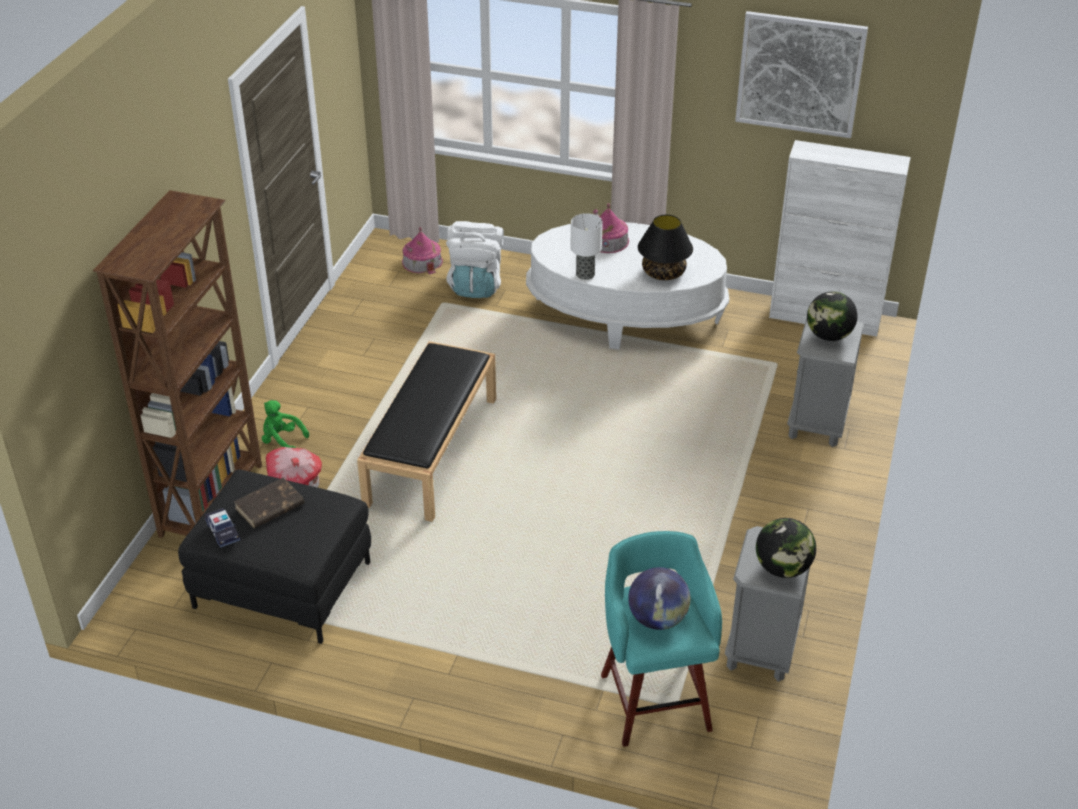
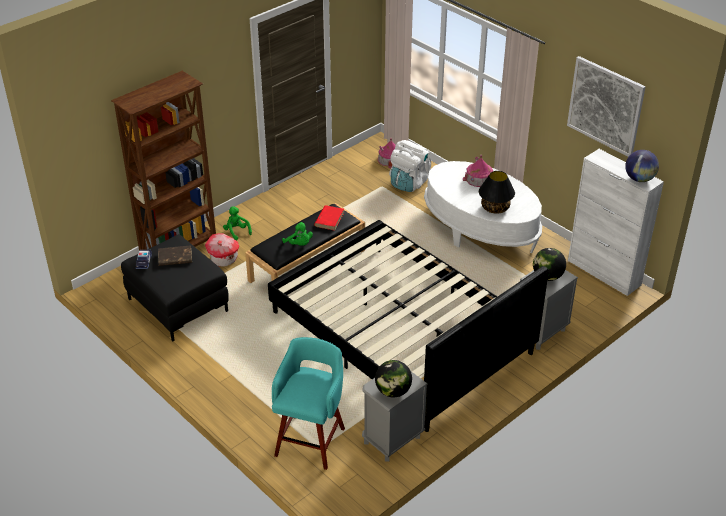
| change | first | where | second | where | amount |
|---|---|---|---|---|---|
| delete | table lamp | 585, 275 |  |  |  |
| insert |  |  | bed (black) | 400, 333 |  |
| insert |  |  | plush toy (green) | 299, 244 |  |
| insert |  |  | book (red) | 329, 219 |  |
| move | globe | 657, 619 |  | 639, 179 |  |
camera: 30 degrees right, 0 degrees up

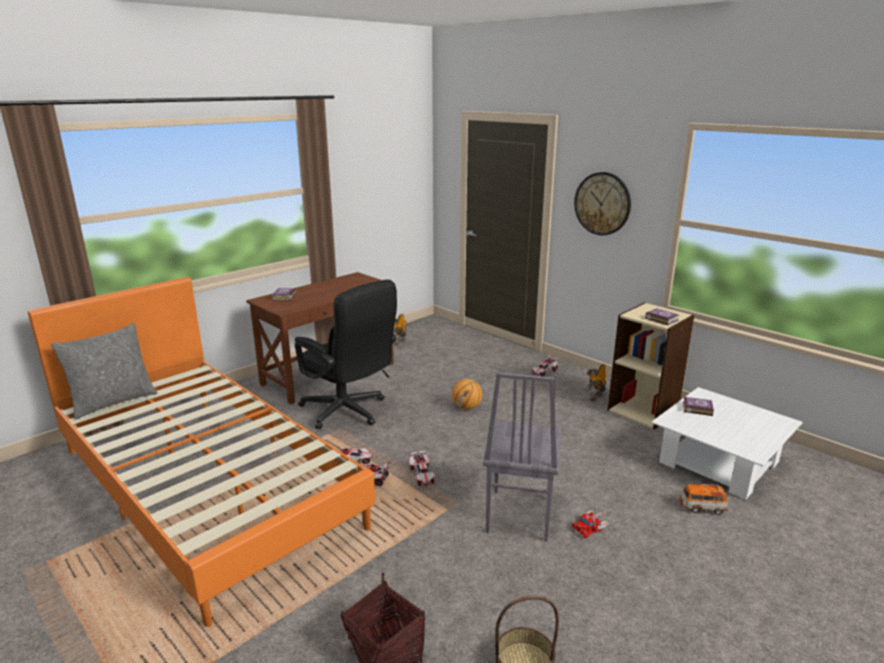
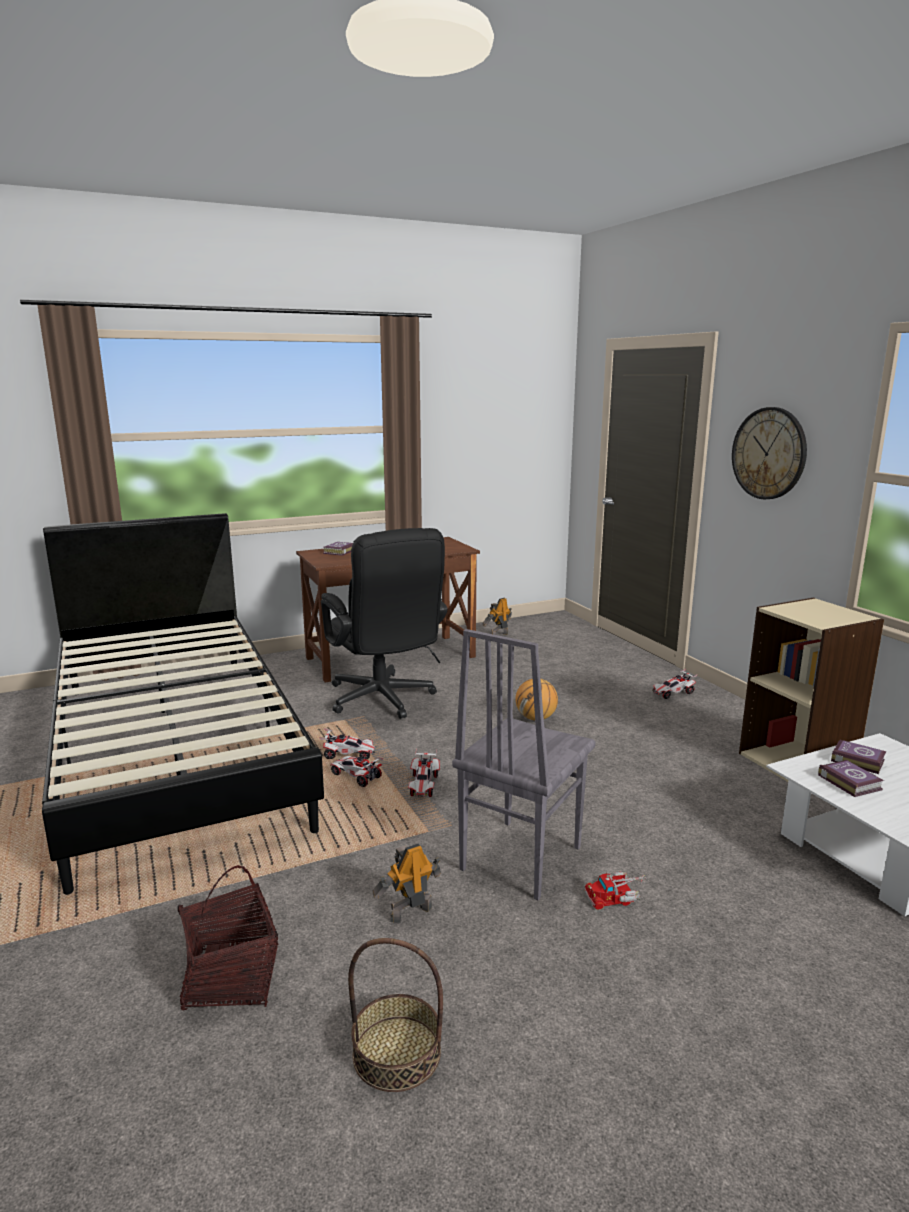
| change | first | where | second | where | amount |
|---|---|---|---|---|---|
| delete | pillow (grey) | 113, 401 |  |  |  |
| delete | toy car | 702, 508 |  |  |  |
| move | toy robot | 595, 397 |  | 409, 912 |  |
| move | book | 661, 319 |  | 849, 781 |  |
| recolor | bed (orange) | 205, 485 | bed (black) | 174, 749 |  |
camera: 20 degrees right, 5 degrees down

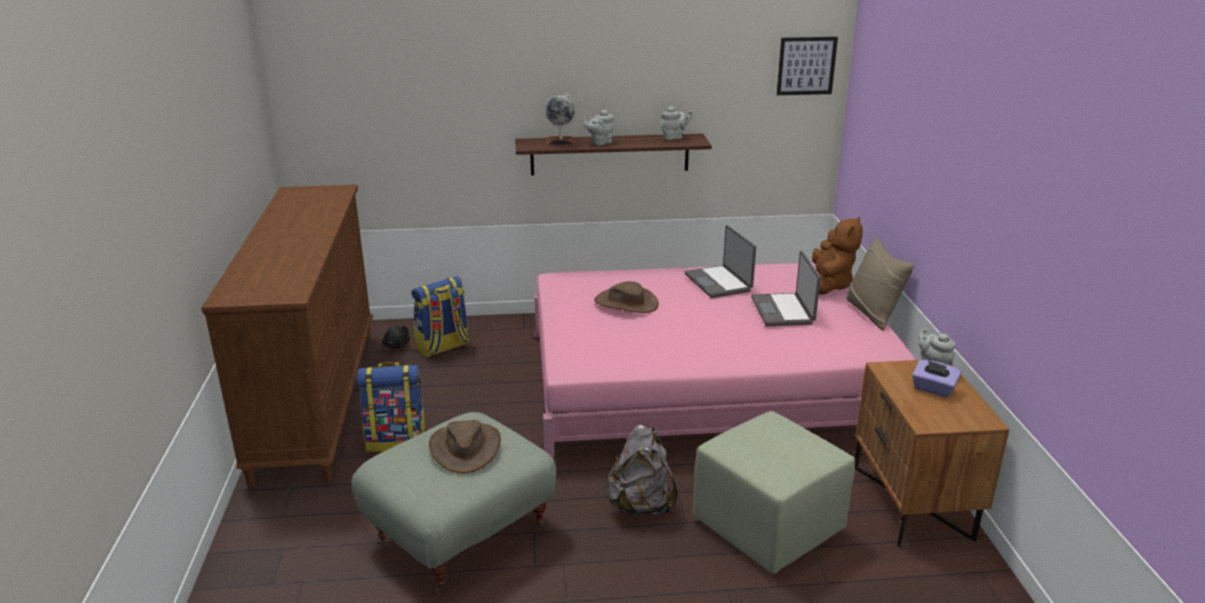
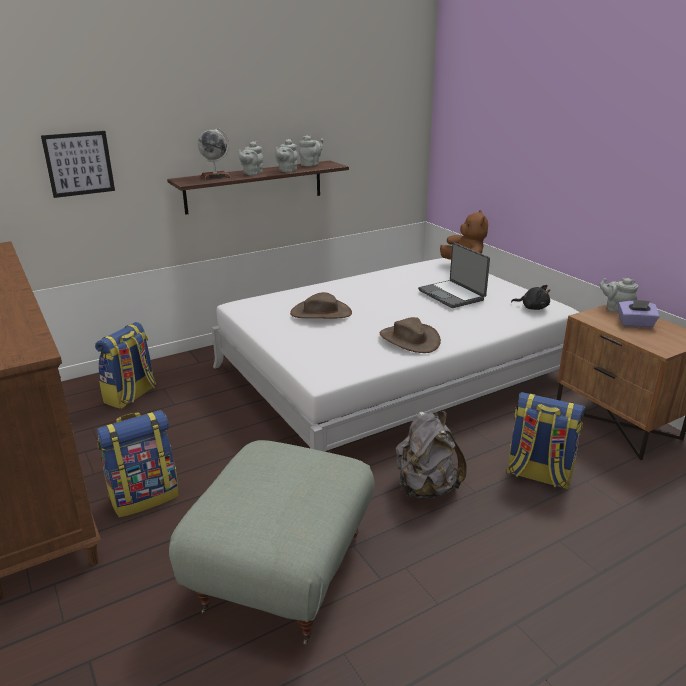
| change | first | where | second | where | amount |
|---|---|---|---|---|---|
| delete | laptop | 719, 282 |  |  |  |
| delete | pillow (beige) | 872, 313 |  |  |  |
| insert |  |  | teapot (grey) | 287, 170 |  |
| move | plush toy (black) | 396, 345 |  | 532, 308 |  |
| move | hat (brown) | 465, 448 |  | 409, 339 |  |
| move | picture | 806, 66 |  | 79, 164 |  |
| replace | ottoman (green) | 766, 526 | backpack | 538, 475 |  |
| recolor | bed (pink) | 706, 386 | bed (white) | 393, 375 |  |
camera: 25 degrees left, 0 degrees up

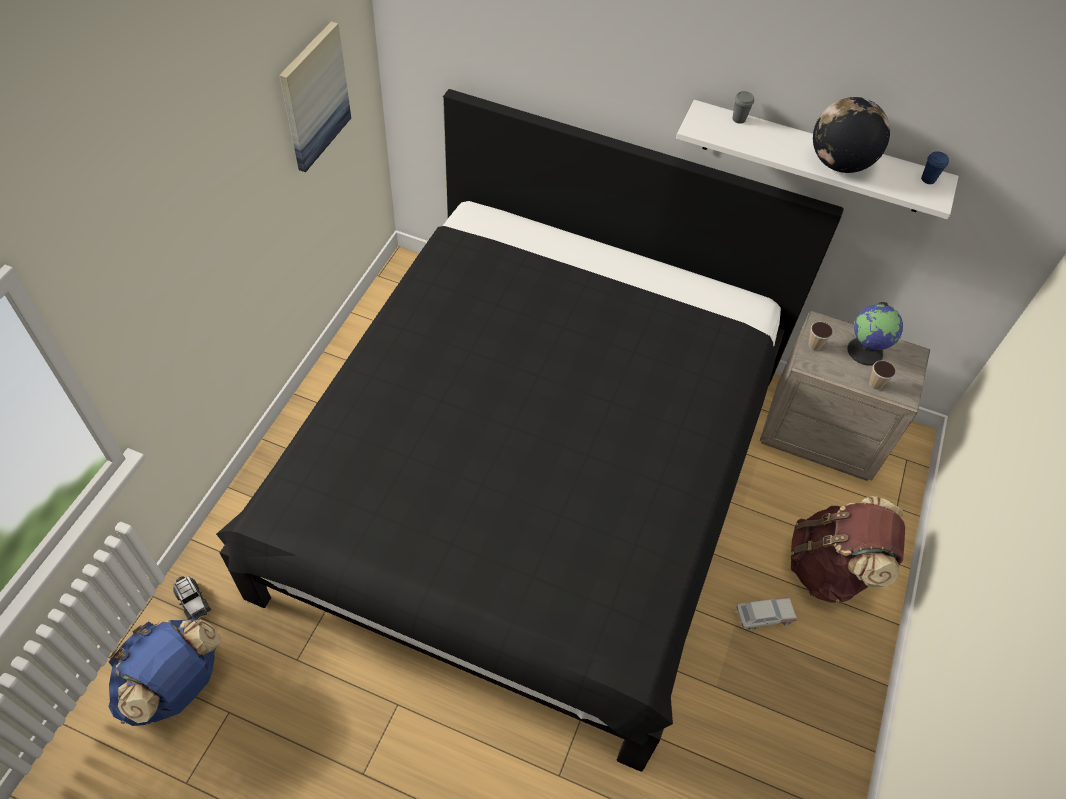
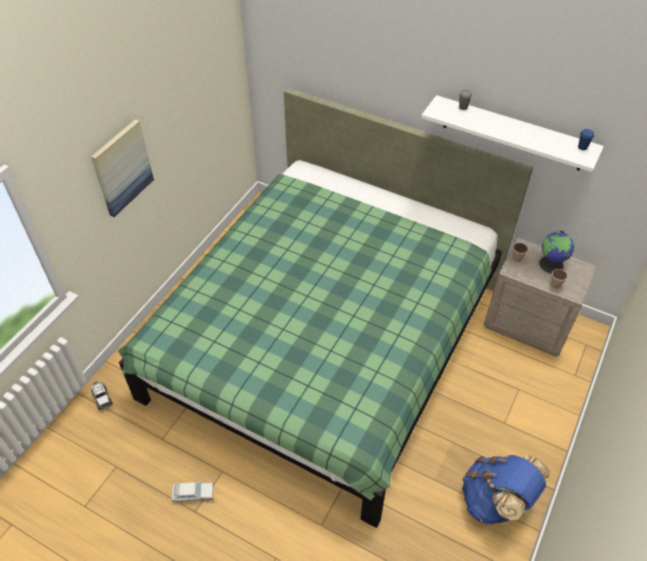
| change | first | where | second | where | amount |
|---|---|---|---|---|---|
| delete | backpack (brown) | 830, 568 |  |  |  |
| delete | globe | 839, 163 |  |  |  |
| move | backpack (blue) | 176, 685 |  | 495, 501 |  |
| move | picture | 314, 97 |  | 122, 168 |  |
| move | toy car | 764, 615 |  | 193, 494 |  |
| recolor | bed (black) | 529, 480 | bed (green) | 325, 340 |  |
camera: 10 degrees right, 5 degrees down

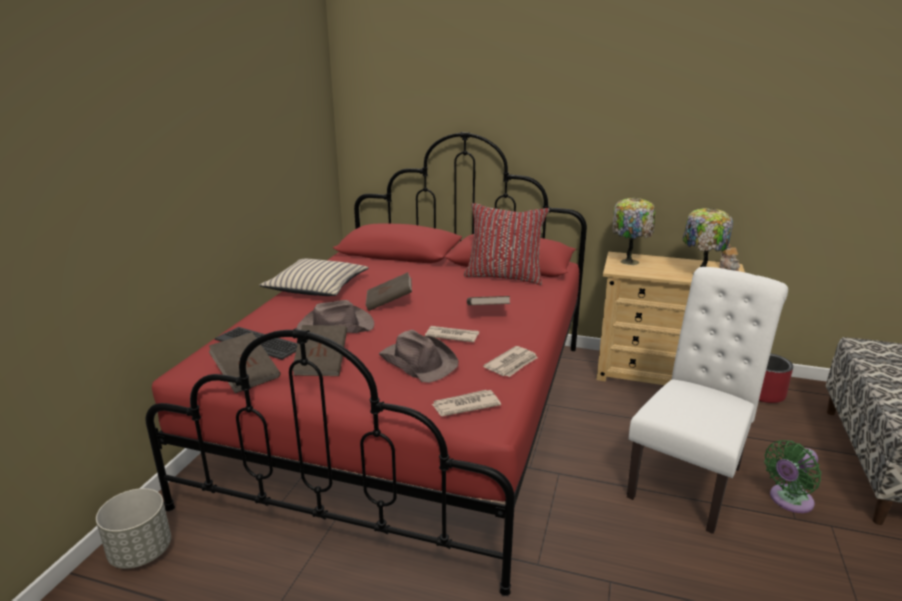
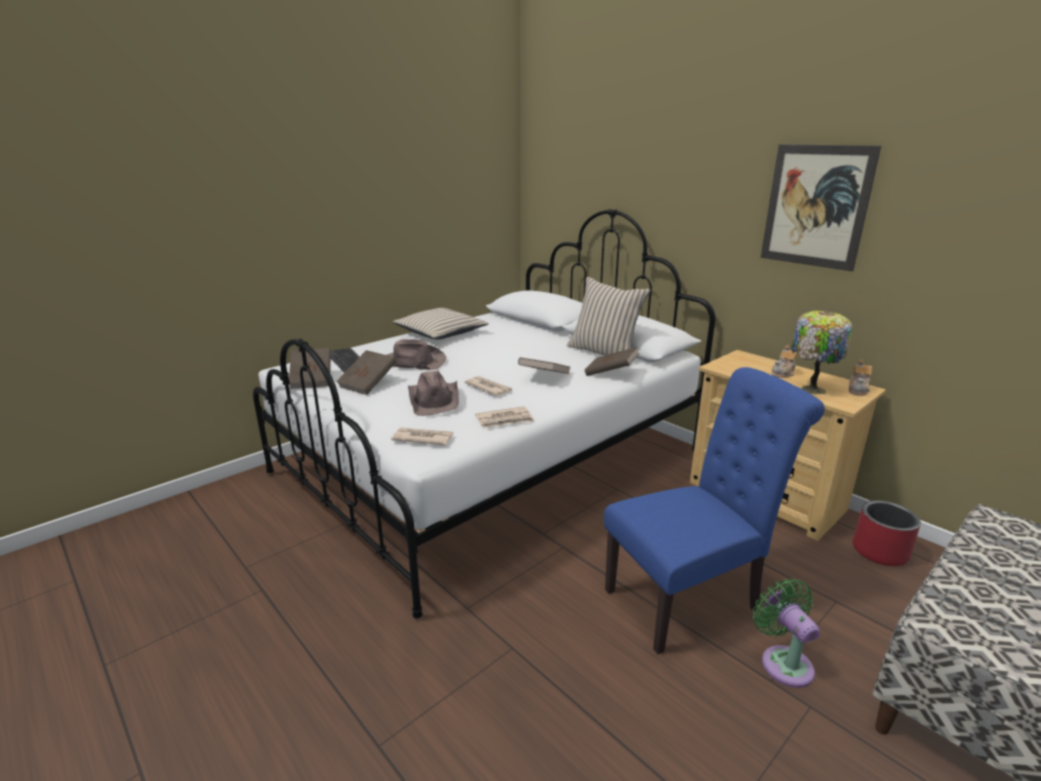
| change | first | where | second | where | amount |
|---|---|---|---|---|---|
| delete | planter (grey) | 141, 552 |  |  |  |
| delete | table lamp | 629, 261 |  |  |  |
| insert |  |  | picture | 815, 206 |  |
| insert |  |  | teapot | 783, 373 |  |
| move | book (brown) | 389, 303 |  | 611, 373 |  |
| recolor | bed (red) | 412, 414 | bed (white) | 490, 462 |  |
| recolor | pillow (red) | 504, 276 | pillow (beige) | 604, 353 |  |
| recolor | chair (white) | 689, 478 | chair (blue) | 690, 598 |  |
| rotate | fan (green) | 788, 500 |  | 783, 662 | 75 degrees clockwise |
camera: 30 degrees right, 0 degrees up

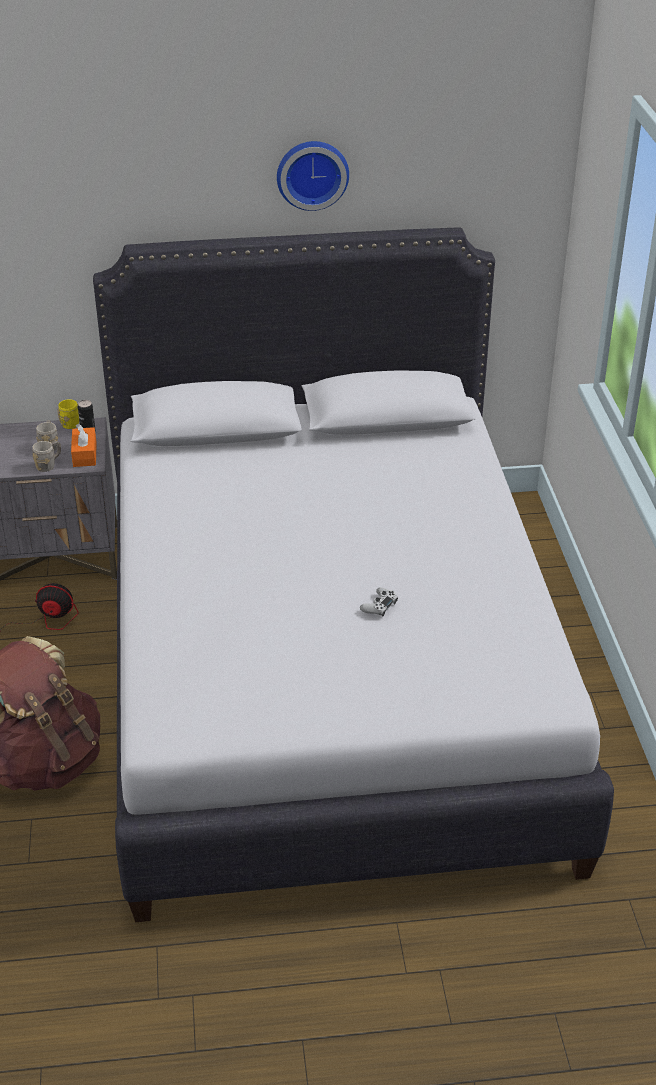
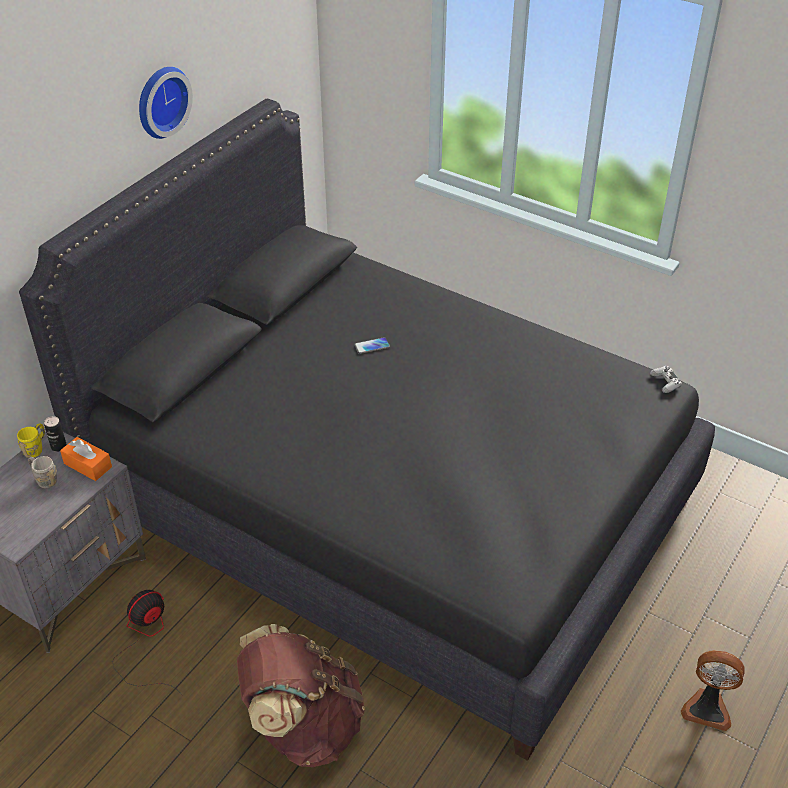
| change | first | where | second | where | amount |
|---|---|---|---|---|---|
| delete | mug (grey) | 49, 465 |  |  |  |
| insert |  |  | phone | 372, 346 |  |
| insert |  |  | fan | 707, 708 |  |
| move | game controller (white) | 379, 606 |  | 665, 382 |  |
| recolor | bed (white) | 326, 677 | bed (black) | 391, 506 |  |
camera: 50 degrees left, 5 degrees up

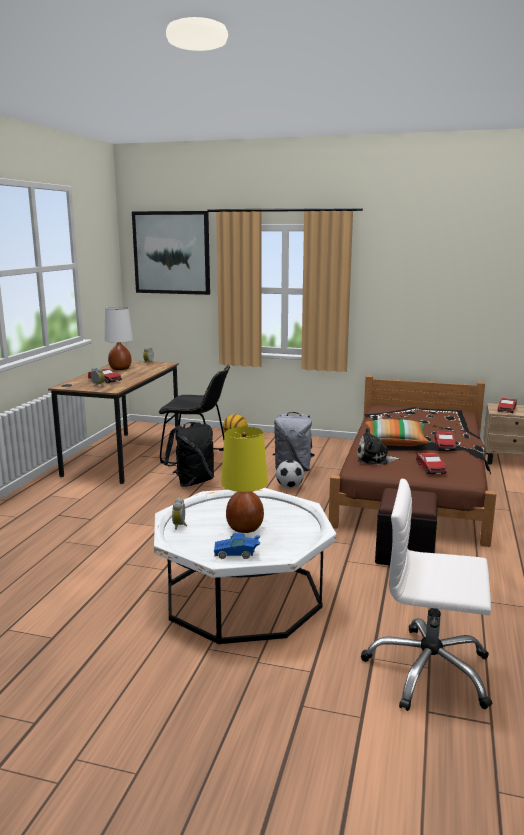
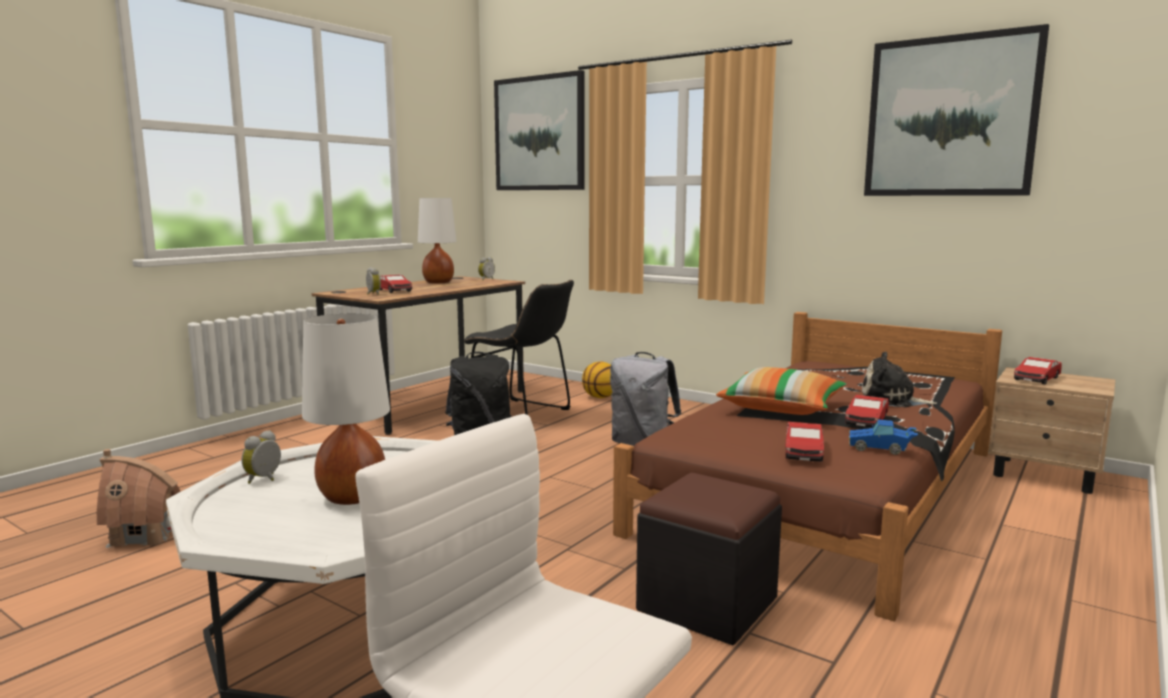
| change | first | where | second | where | amount |
|---|---|---|---|---|---|
| delete | football | 289, 487 |  |  |  |
| insert |  |  | toy house | 145, 535 |  |
| insert |  |  | picture | 950, 117 |  |
| move | toy car (blue) | 237, 554 |  | 881, 449 |  |
| move | plush toy | 374, 459 |  | 892, 400 |  |
| recolor | table lamp (yellow) | 244, 527 | table lamp (white) | 353, 496 |  |
camera: 20 degrees right, 5 degrees down

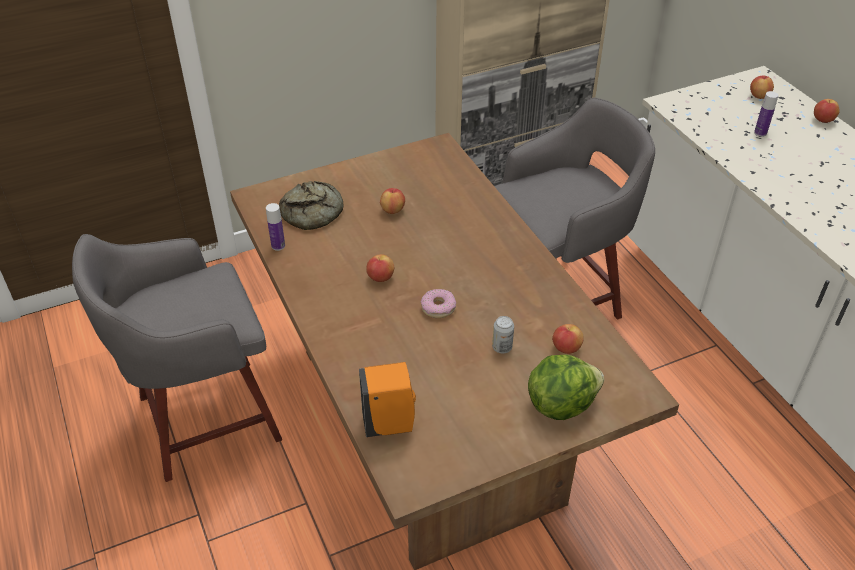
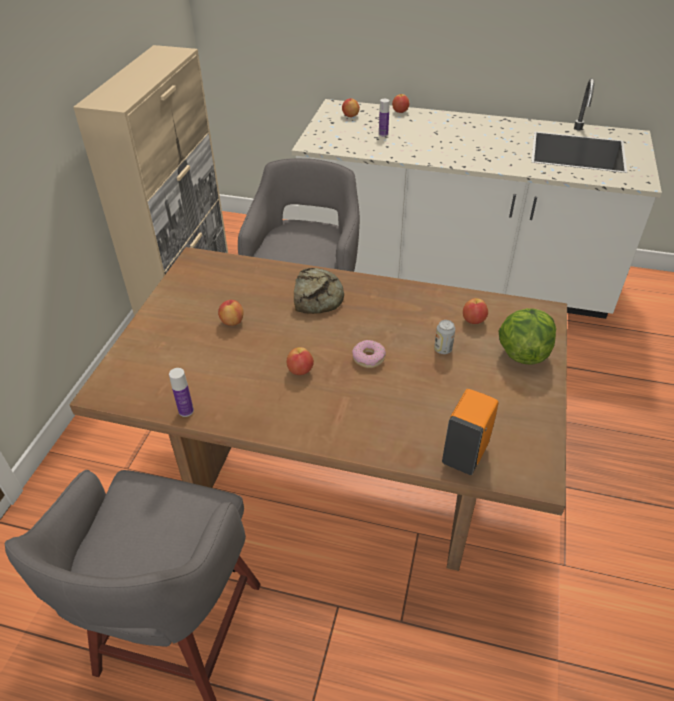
| change | first | where | second | where | amount |
|---|---|---|---|---|---|
| move | bread | 314, 212 |  | 318, 296 |  |
camera: 50 degrees left, 0 degrees up

